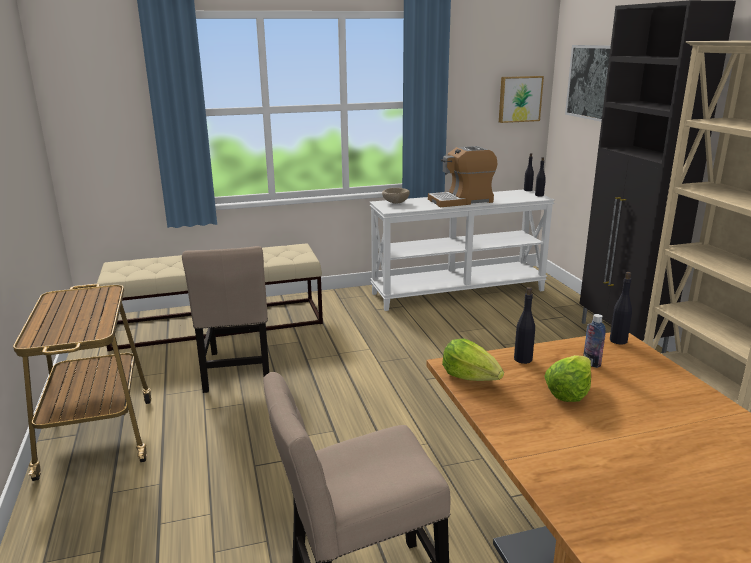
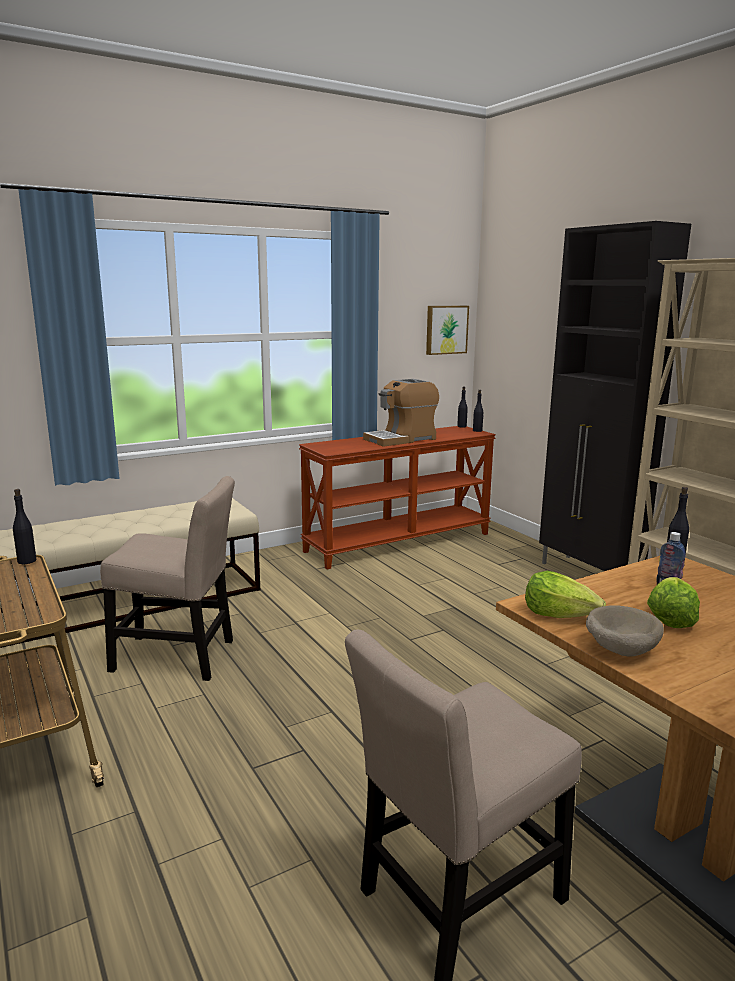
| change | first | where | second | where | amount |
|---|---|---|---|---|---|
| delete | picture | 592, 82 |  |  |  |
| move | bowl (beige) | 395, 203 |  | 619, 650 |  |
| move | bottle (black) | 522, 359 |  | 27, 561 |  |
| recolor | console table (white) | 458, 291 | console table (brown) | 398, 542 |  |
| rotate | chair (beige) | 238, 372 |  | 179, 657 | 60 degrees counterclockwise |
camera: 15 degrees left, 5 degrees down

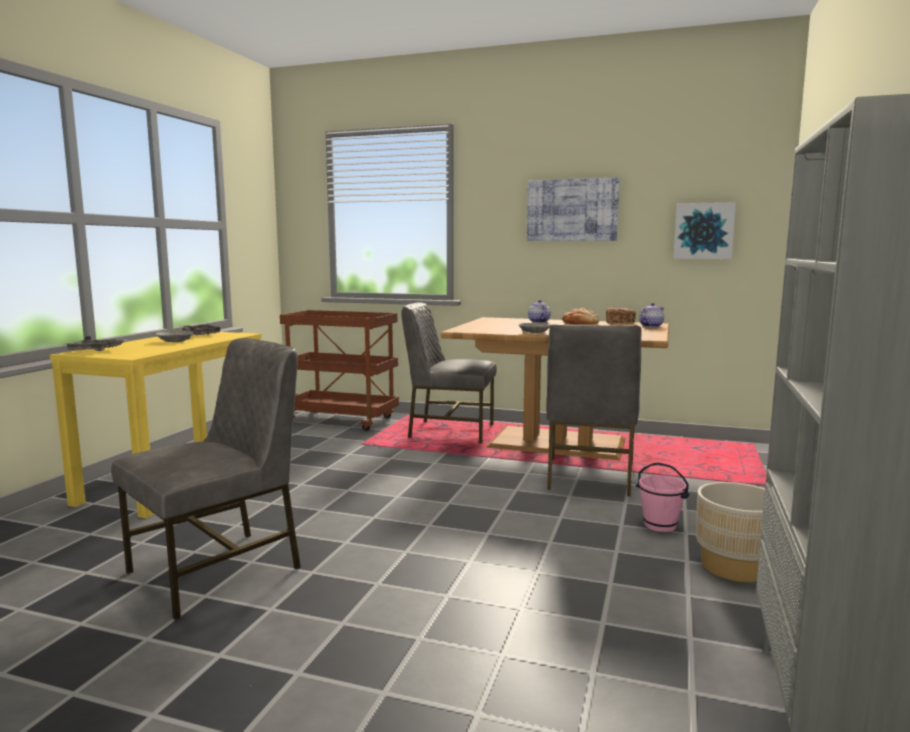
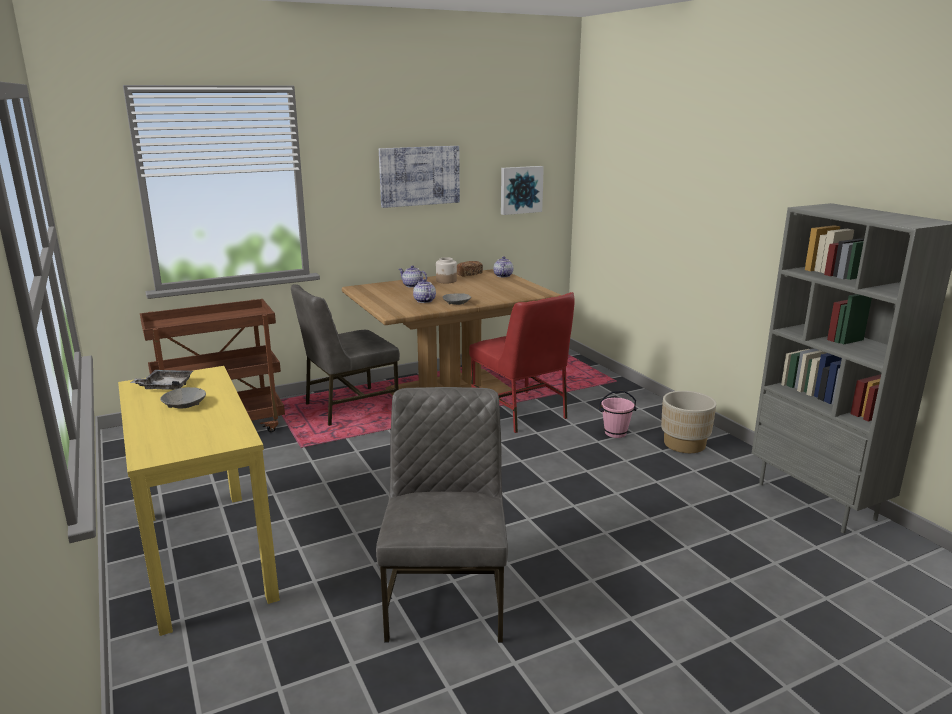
| change | first | where | second | where | amount |
|---|---|---|---|---|---|
| delete | tray (grey) | 96, 351 |  |  |  |
| insert |  |  | teapot | 424, 301 |  |
| replace | bread | 580, 323 | jar | 446, 281 |  |
| recolor | chair (grey) | 589, 477 | chair (red) | 520, 412 |  |
camera: 45 degrees left, 10 degrees up

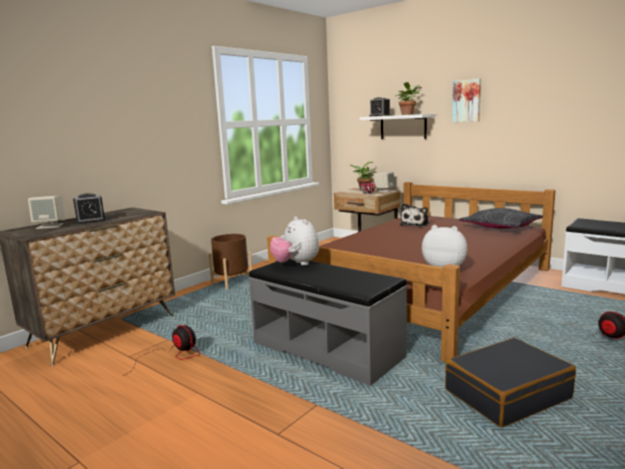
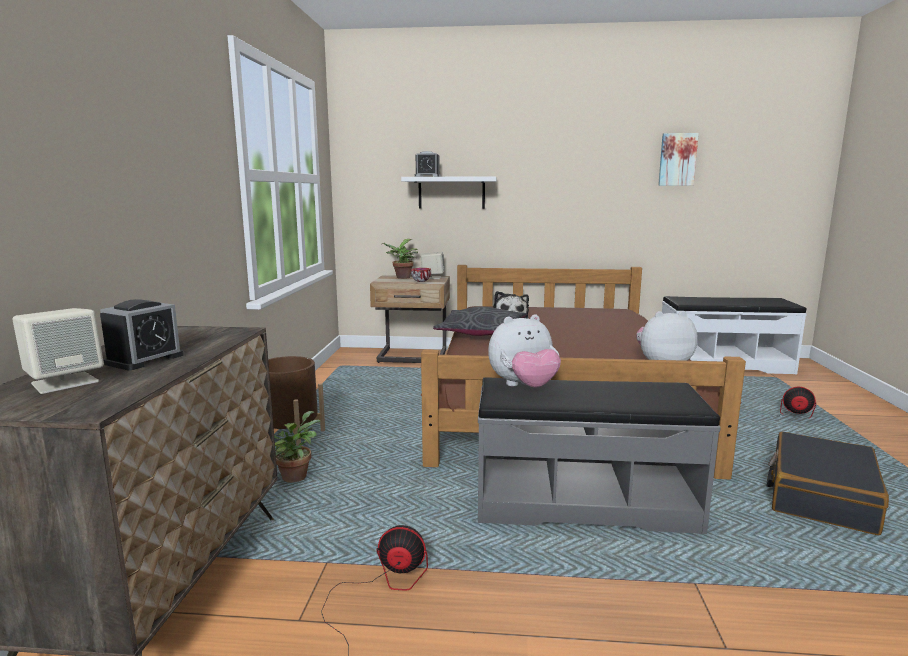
| change | first | where | second | where | amount |
|---|---|---|---|---|---|
| move | potted plant | 407, 114 |  | 295, 476 |  |
| move | picture | 466, 101 |  | 677, 159 |  |
| move | pillow (grey) | 500, 227 |  | 482, 333 |  |
| rotate | plush toy | 296, 264 |  | 524, 387 | 45 degrees counterclockwise |
camera: 35 degrees left, 0 degrees up

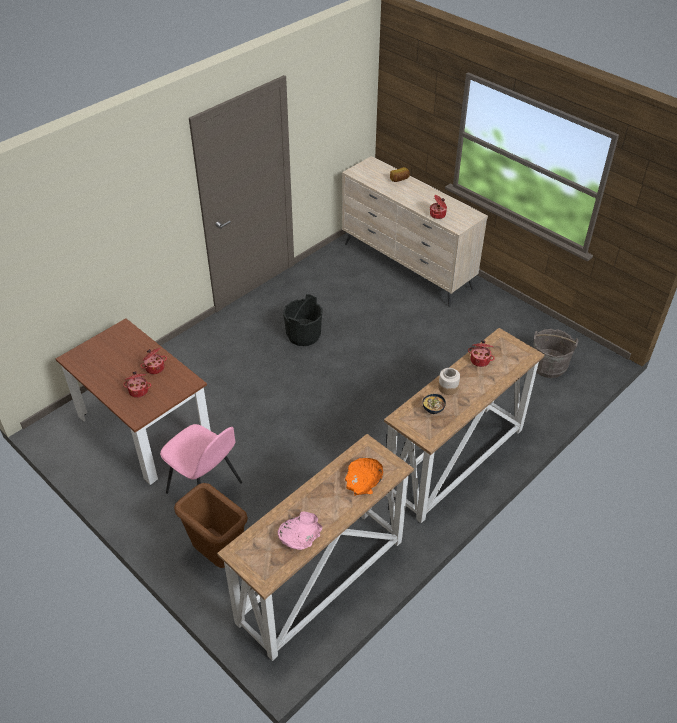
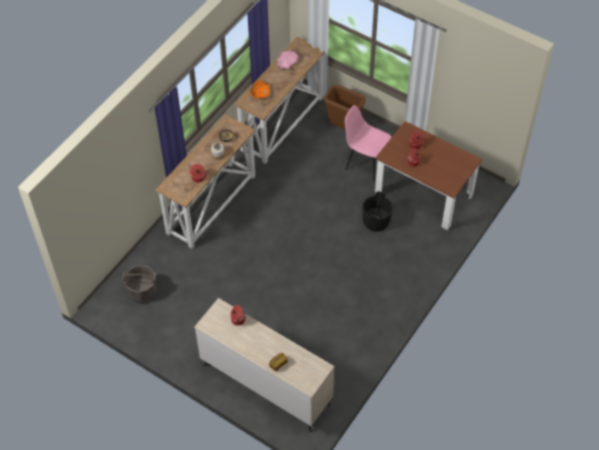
| change | first | where | second | where | amount |
|---|---|---|---|---|---|
| move | bucket (black) | 303, 335 |  | 376, 221 |  |
camera: 170 degrees right, 10 degrees up

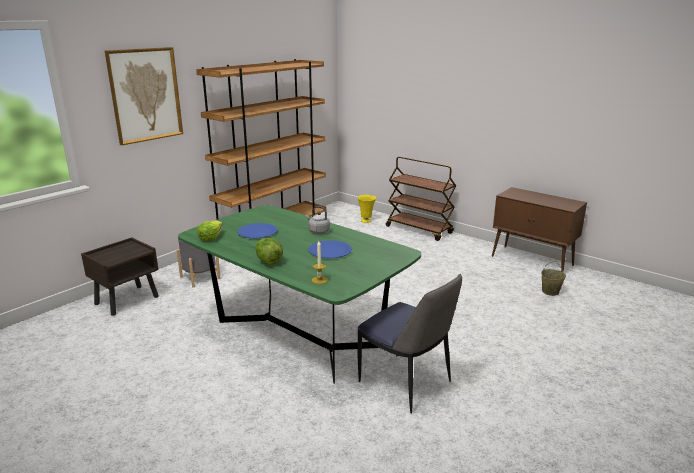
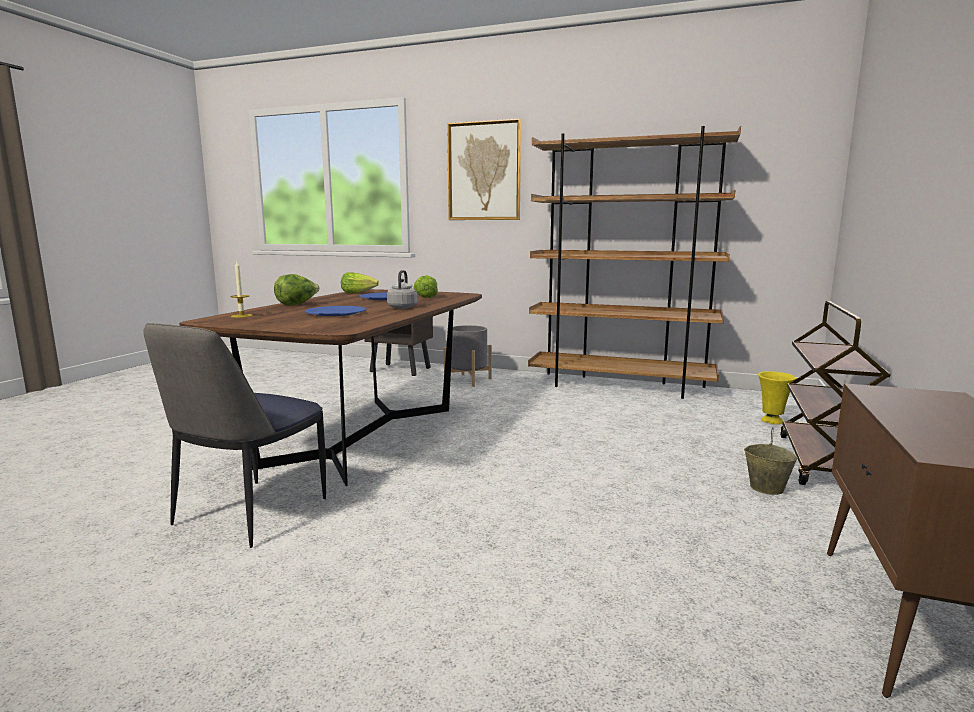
| change | first | where | second | where | amount |
|---|---|---|---|---|---|
| insert |  |  | lettuce | 425, 296 |  |
| move | bucket (beige) | 550, 292 |  | 766, 488 |  |
| recolor | dining table (green) | 298, 334 | dining table (brown) | 363, 436 |  |
camera: 70 degrees right, 10 degrees down

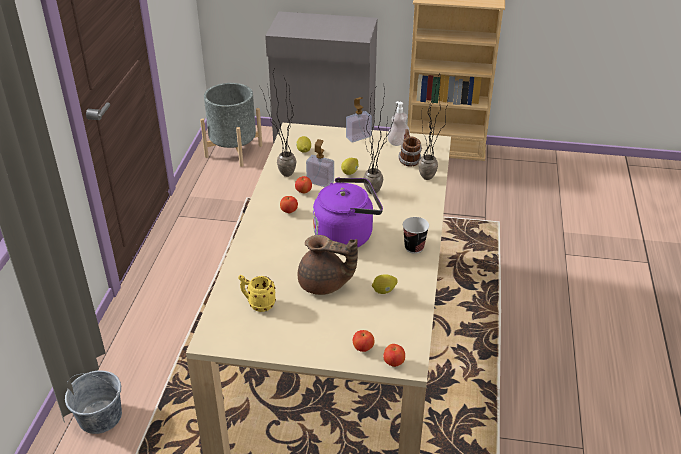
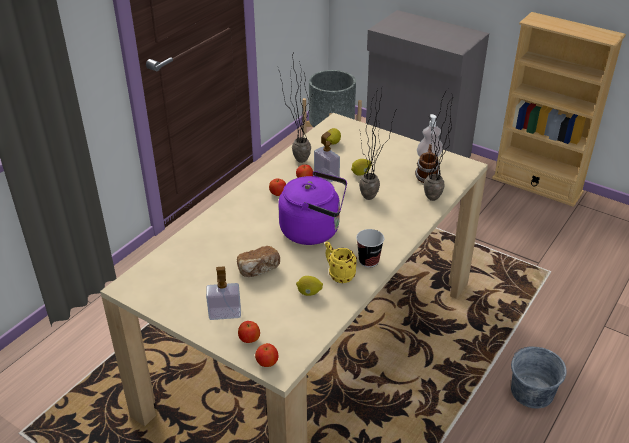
| change | first | where | second | where | amount |
|---|---|---|---|---|---|
| move | bucket (grey) | 100, 417 |  | 532, 392 |  |
| move | mug (yellow) | 258, 304 |  | 338, 274 |  |
| move | soap dispenser | 358, 137 |  | 225, 313 |  |
| replace | teapot (brown) | 324, 285 | bread | 259, 270 |  |
camera: 25 degrees right, 0 degrees up

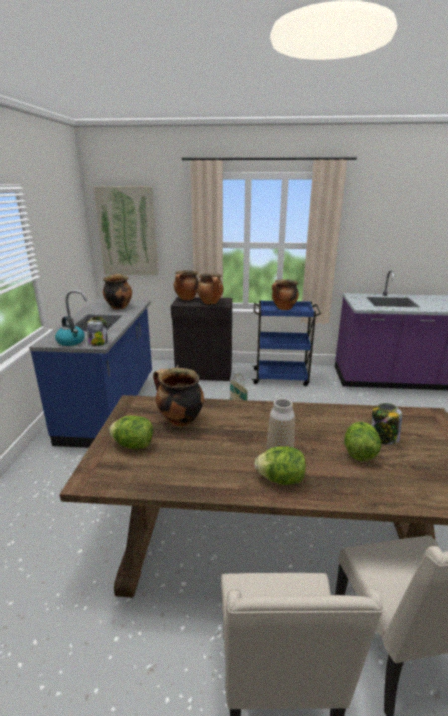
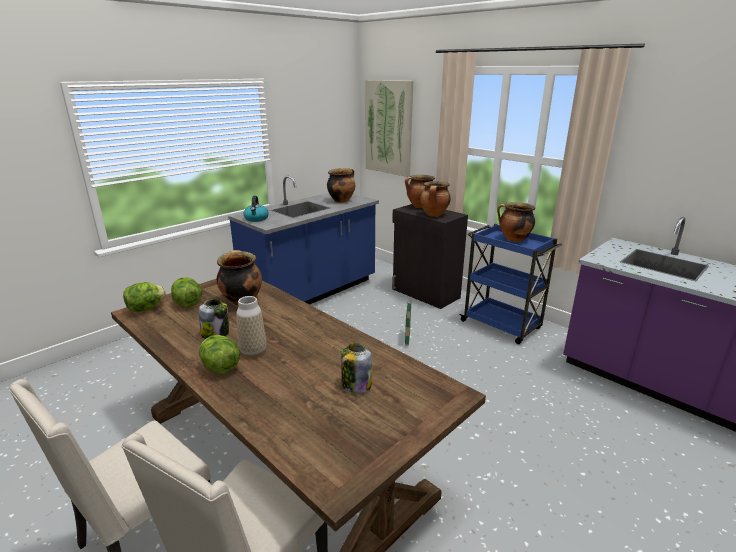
| change | first | where | second | where | amount |
|---|---|---|---|---|---|
| move | jar | 98, 343 |  | 216, 333 |  |
| move | lettuce | 359, 453 |  | 146, 309 |  |
camera: 40 degrees right, 0 degrees up

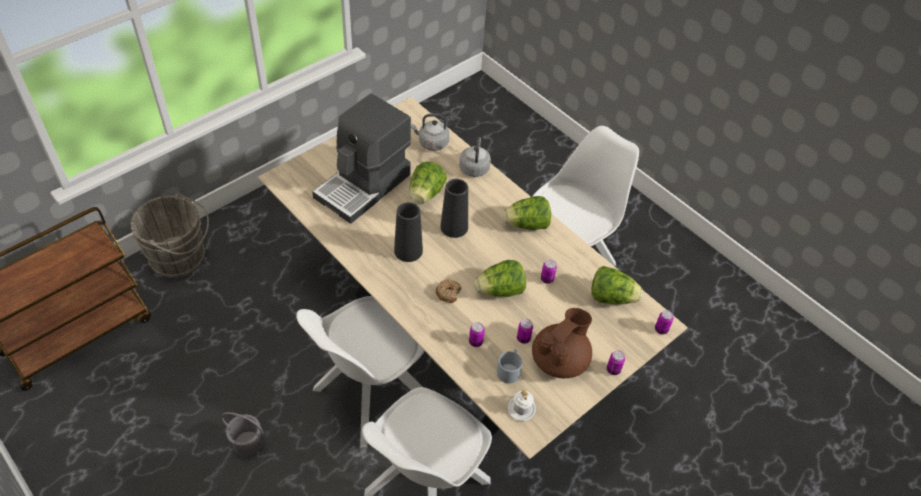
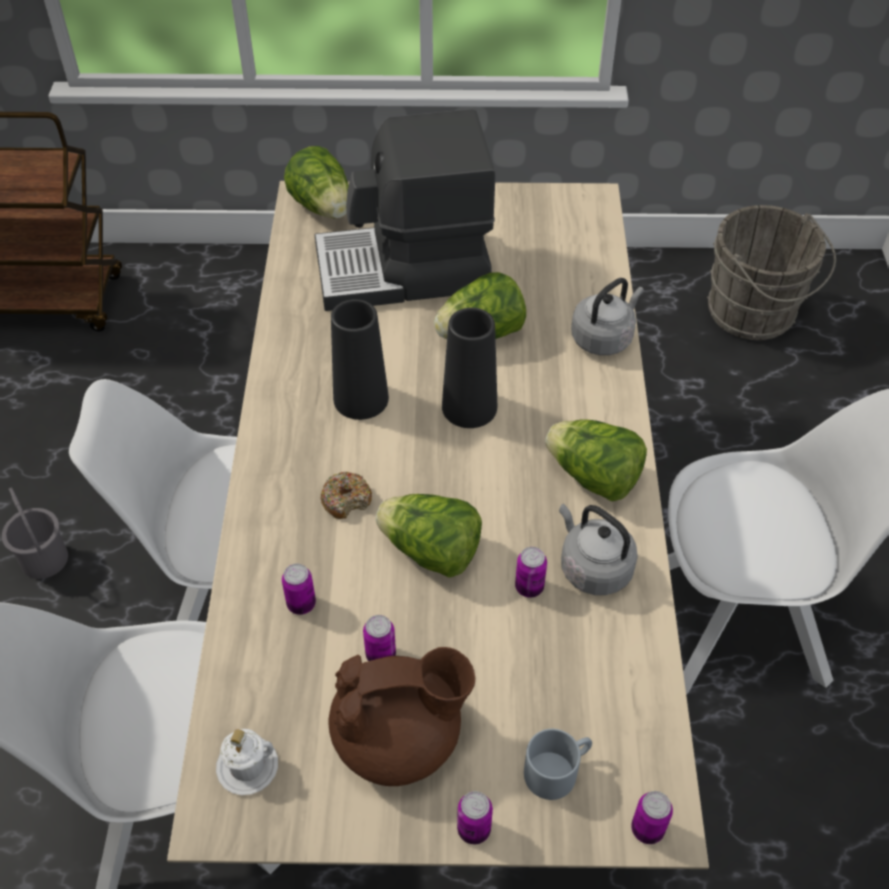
| change | first | where | second | where | amount |
|---|---|---|---|---|---|
| move | bucket (grey) | 181, 258 |  | 755, 314 |  |
| move | kettle (grey) | 431, 143 |  | 592, 567 |  |
| move | mug (grey) | 509, 369 |  | 557, 769 |  |
| move | lettuce | 611, 297 |  | 323, 207 |  |
camera: 45 degrees right, 0 degrees up

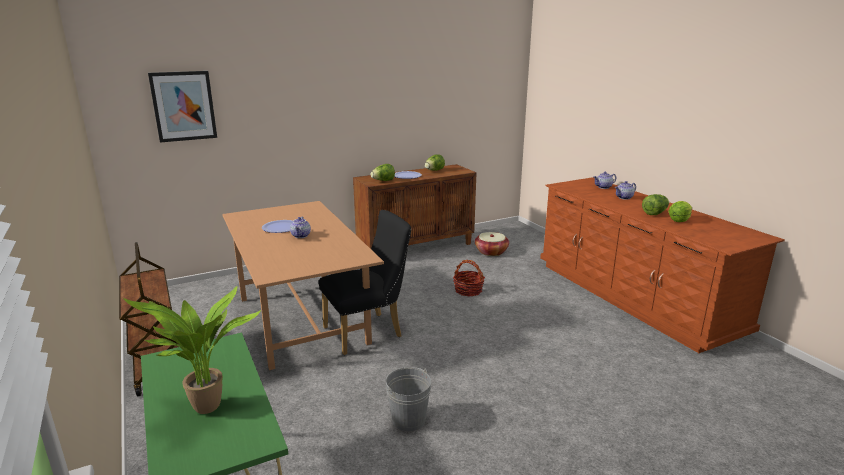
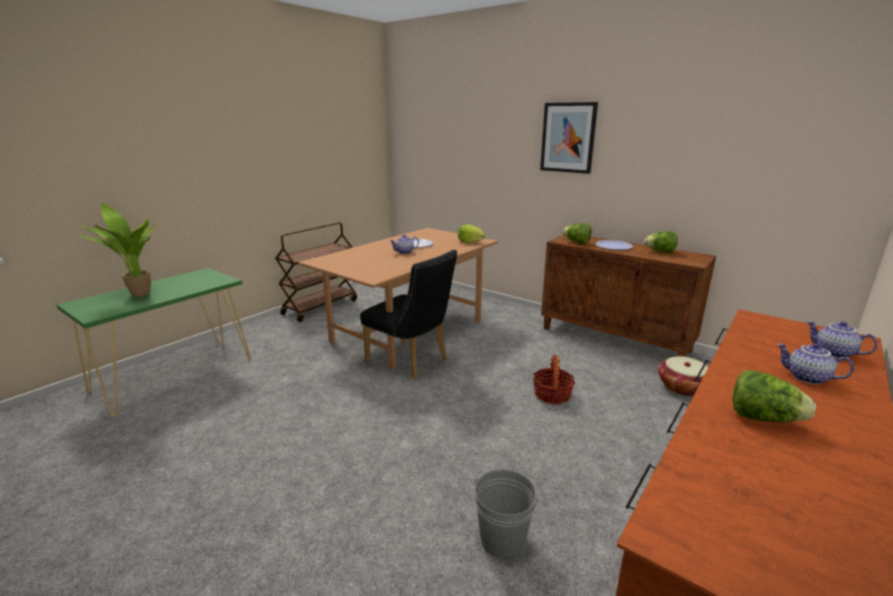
| change | first | where | second | where | amount |
|---|---|---|---|---|---|
| move | picture | 183, 106 |  | 568, 137 |  |
| move | bucket (grey) | 409, 419 |  | 502, 539 |  |
| move | lettuce | 679, 220 |  | 470, 242 |  |
camera: 65 degrees right, 0 degrees up

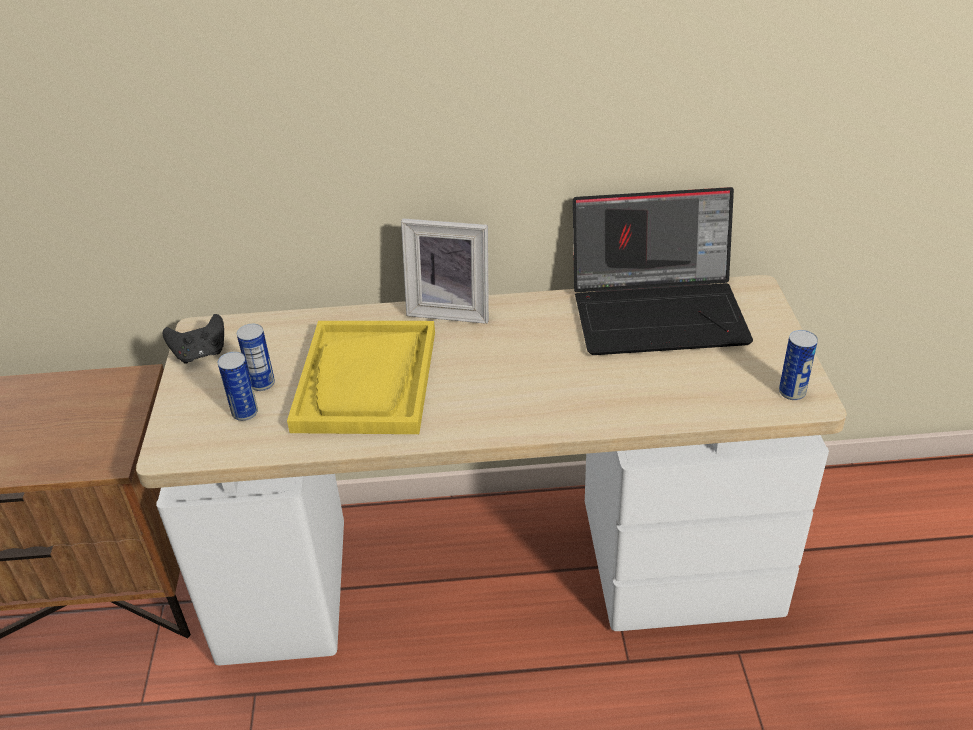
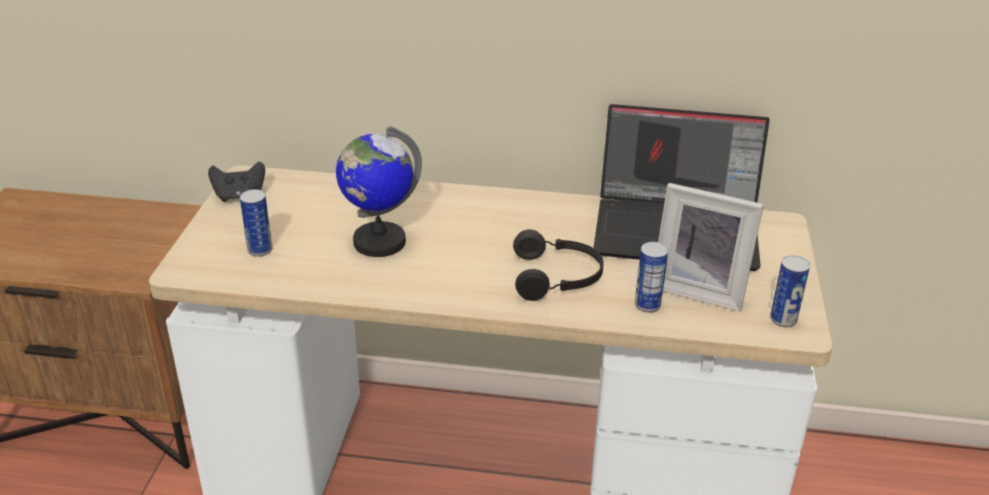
| change | first | where | second | where | amount |
|---|---|---|---|---|---|
| insert |  |  | headphones (black) | 557, 277 |  |
| move | can | 262, 383 |  | 647, 305 |  |
| move | picture frame | 450, 309 |  | 699, 289 |  |
| replace | tray (yellow) | 366, 380 | globe | 378, 242 |  |
camera: 10 degrees right, 5 degrees down

